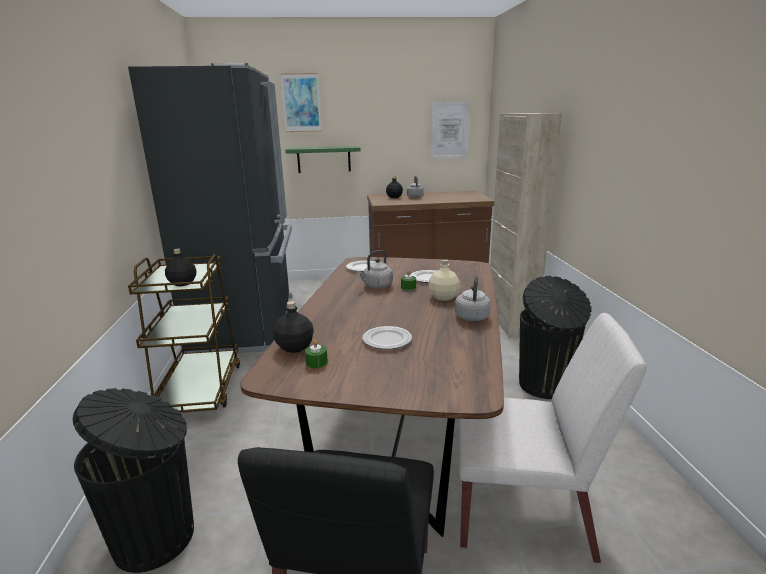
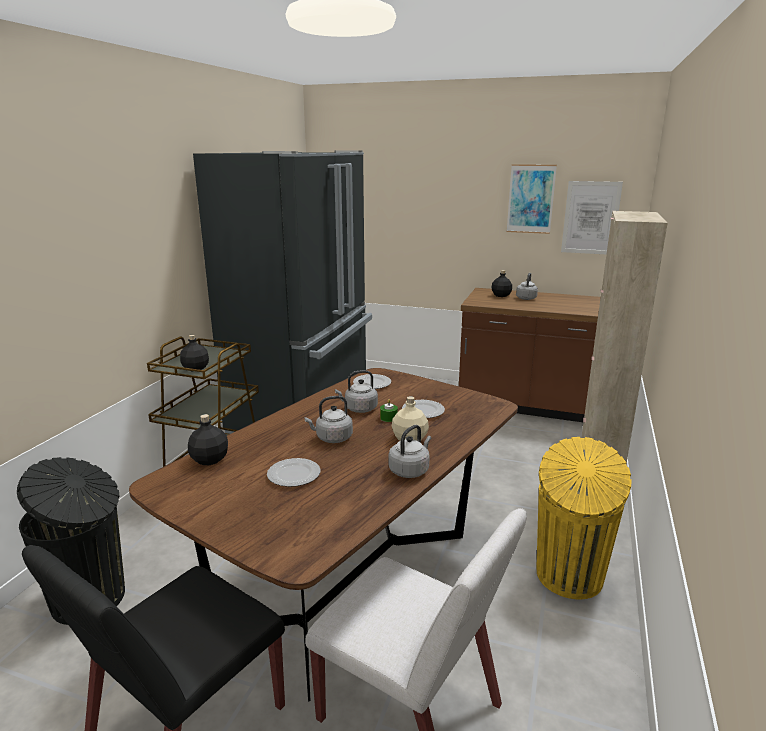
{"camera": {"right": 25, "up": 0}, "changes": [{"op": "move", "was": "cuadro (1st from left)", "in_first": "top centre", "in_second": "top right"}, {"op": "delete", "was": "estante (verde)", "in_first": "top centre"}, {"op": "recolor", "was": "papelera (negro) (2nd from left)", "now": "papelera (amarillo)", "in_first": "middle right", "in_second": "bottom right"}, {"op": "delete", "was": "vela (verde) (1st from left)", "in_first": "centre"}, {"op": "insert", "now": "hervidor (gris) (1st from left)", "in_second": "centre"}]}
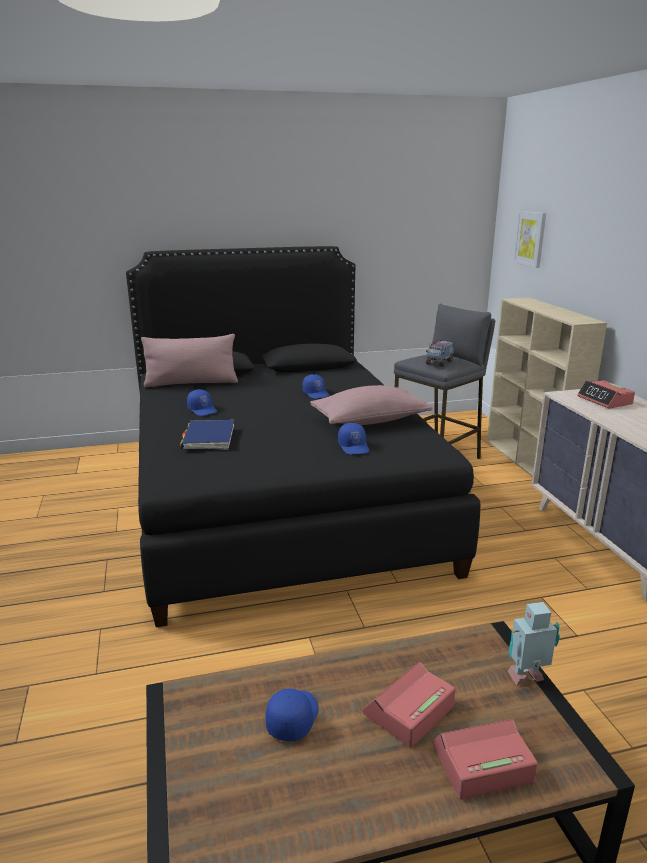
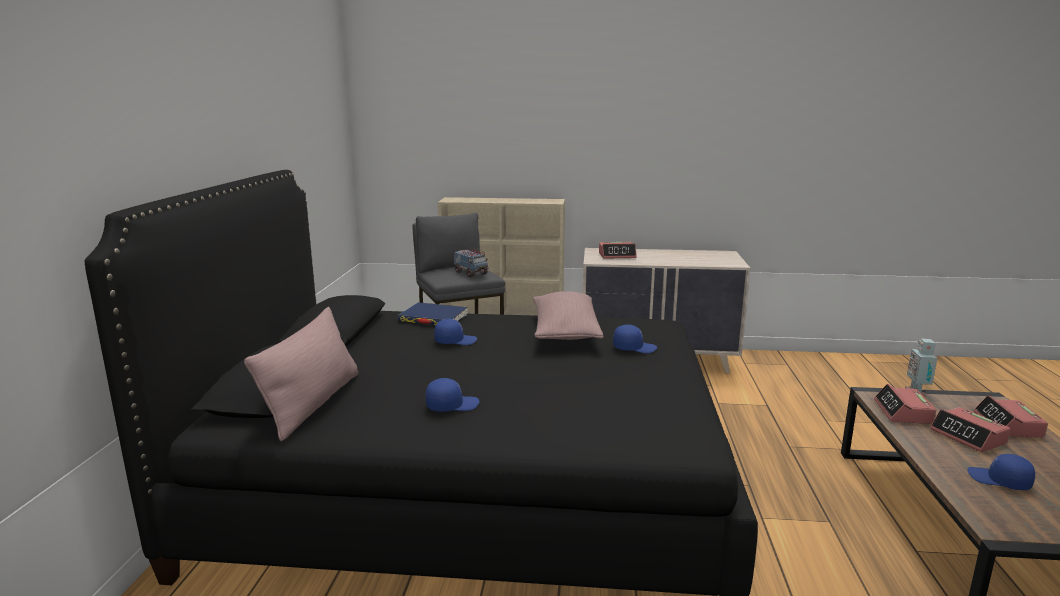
{"camera": {"right": -70, "up": -5}, "changes": [{"op": "delete", "was": "cuadro", "in_first": "top right"}, {"op": "move", "was": "libro (azul)", "in_first": "middle left", "in_second": "centre"}, {"op": "insert", "now": "despertador (2nd from left)", "in_second": "bottom right"}]}
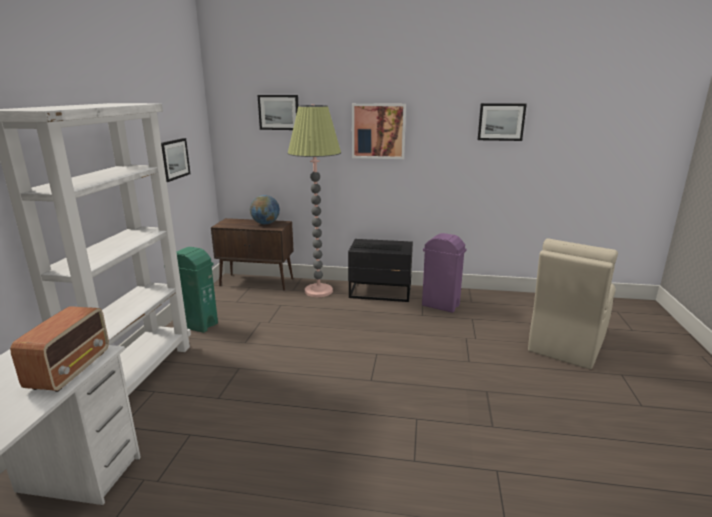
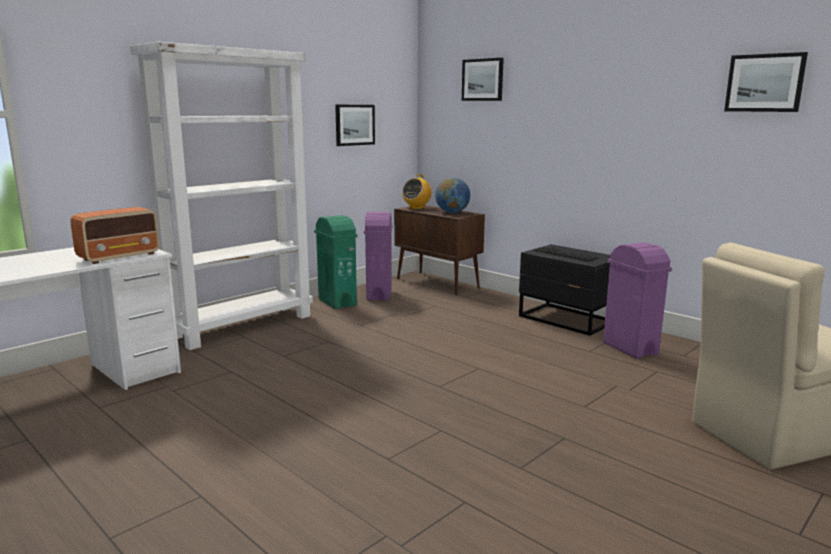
{"camera": {"right": 35, "up": -5}, "changes": [{"op": "delete", "was": "cuadro (3rd from left)", "in_first": "top centre"}, {"op": "delete", "was": "lámpara de pie", "in_first": "centre"}, {"op": "insert", "now": "radio (2nd from left)", "in_second": "centre"}, {"op": "insert", "now": "papelera (morado) (1st from left)", "in_second": "centre"}]}
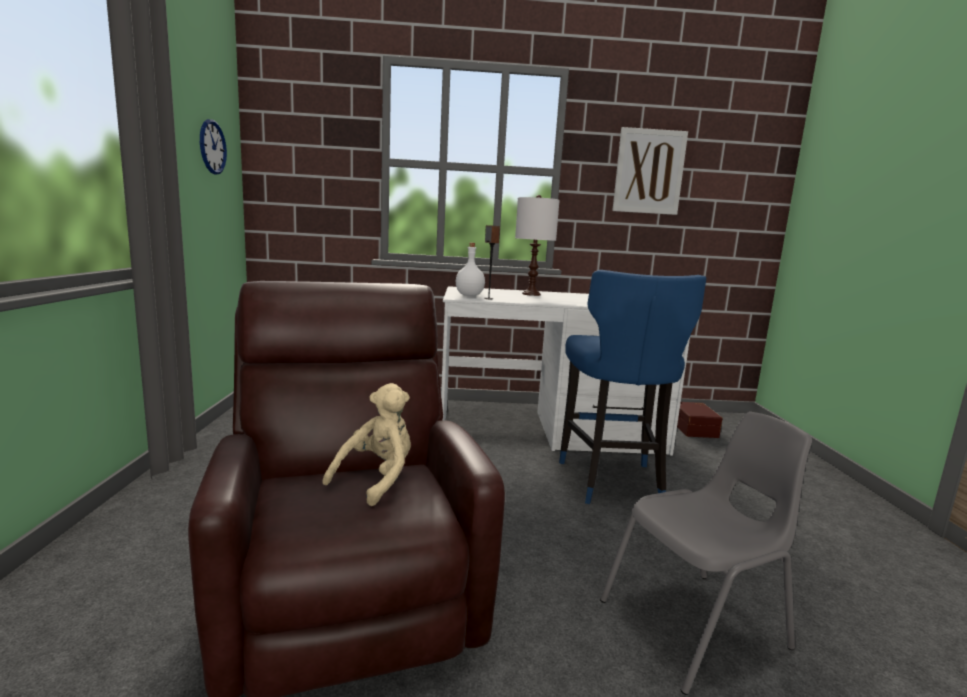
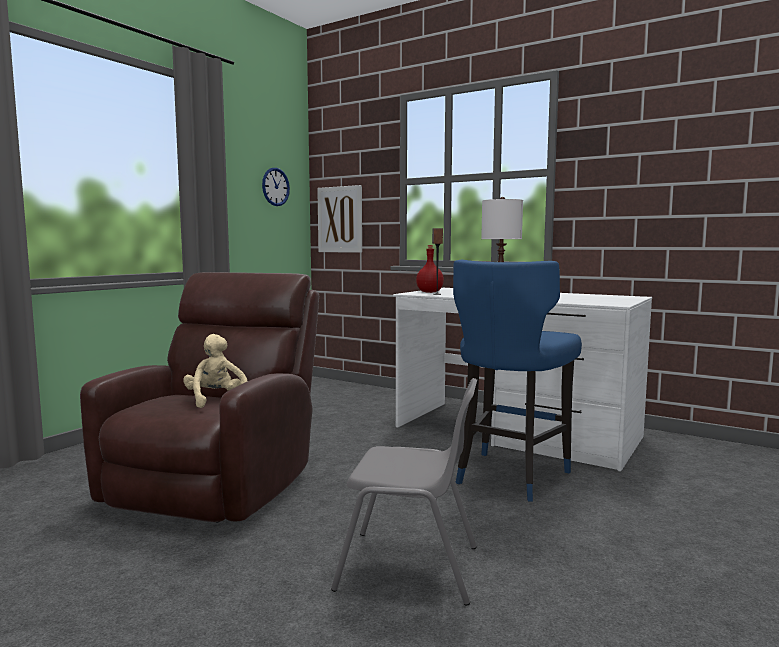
{"camera": {"right": 35, "up": -5}, "changes": [{"op": "move", "was": "cuadro", "in_first": "top right", "in_second": "centre"}, {"op": "recolor", "was": "botella (blanco)", "now": "botella (rojo)", "in_first": "centre", "in_second": "centre"}, {"op": "rotate", "was": "peluche (beis)", "in_first": "centre", "in_second": "middle left", "clockwise": -90}, {"op": "delete", "was": "caja de almacenaje (marrón)", "in_first": "middle right"}]}
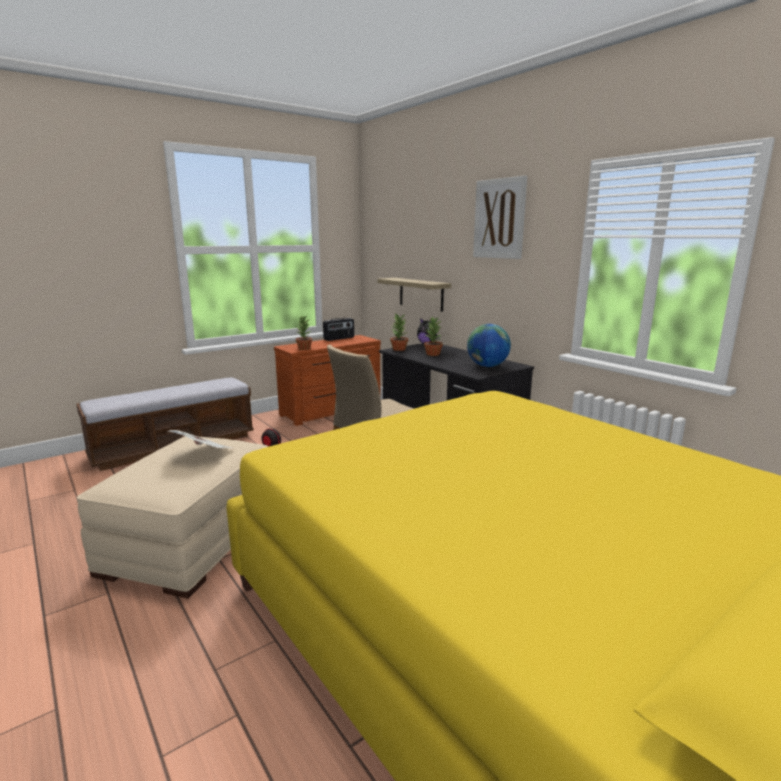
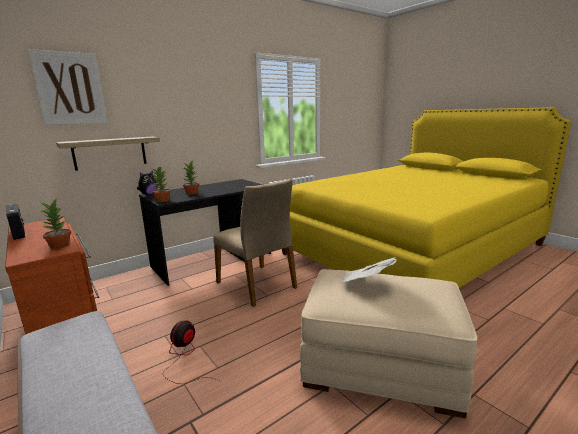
{"camera": {"right": -90, "up": 0}, "changes": [{"op": "move", "was": "cuadro", "in_first": "top centre", "in_second": "top left"}, {"op": "delete", "was": "globo terráqueo", "in_first": "centre"}]}
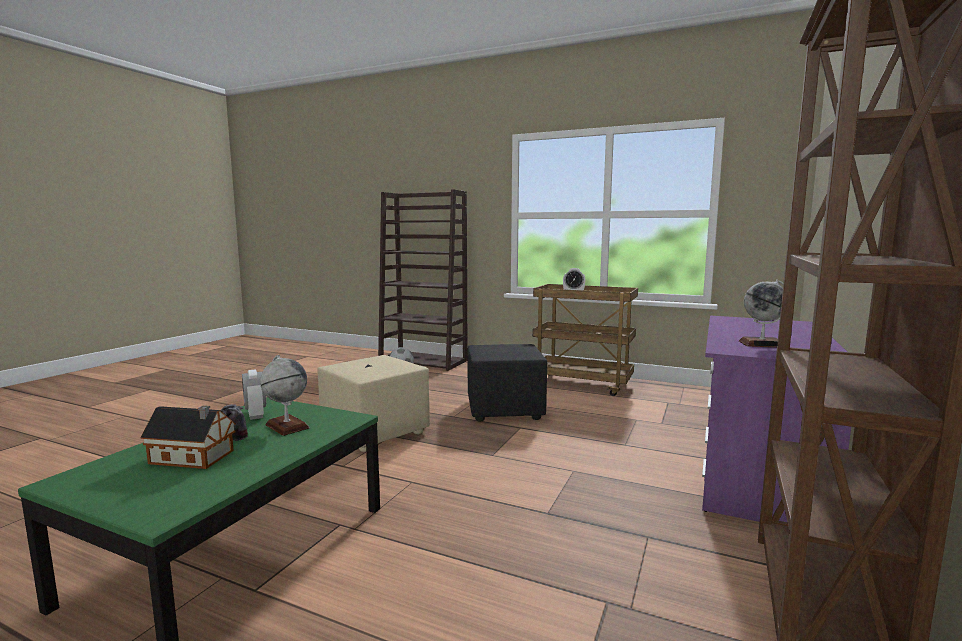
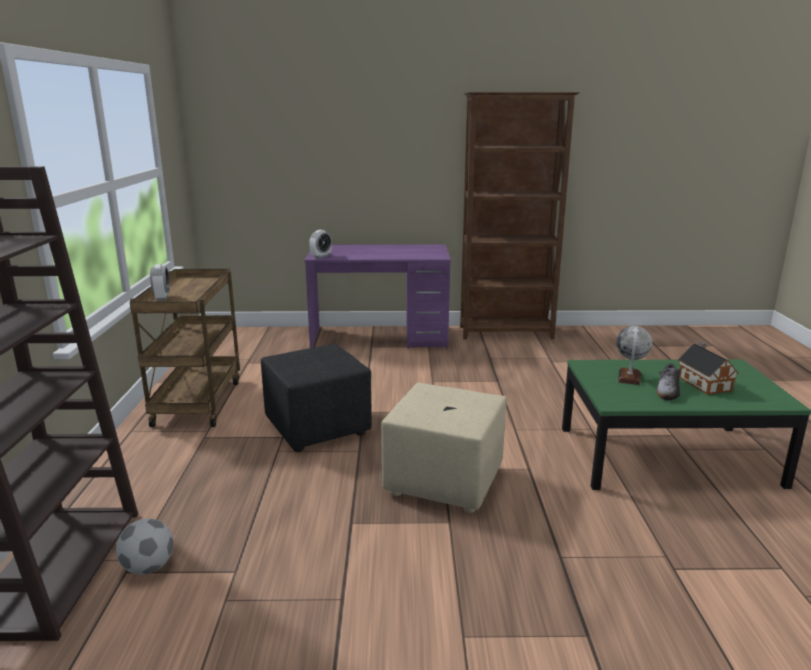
{"camera": {"right": -115, "up": 10}, "changes": [{"op": "delete", "was": "globo terráqueo (2nd from left)", "in_first": "middle right"}, {"op": "move", "was": "despertador (1st from left in the first image)", "now": "despertador (2nd from left)", "in_first": "middle left", "in_second": "centre"}]}
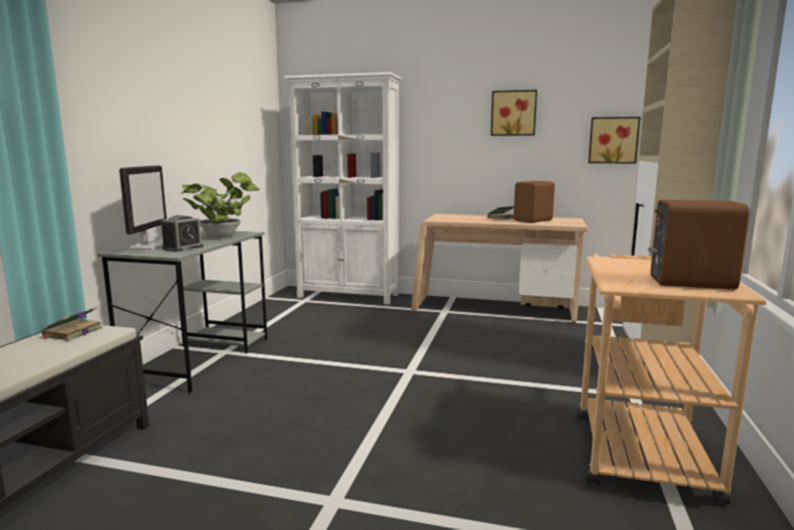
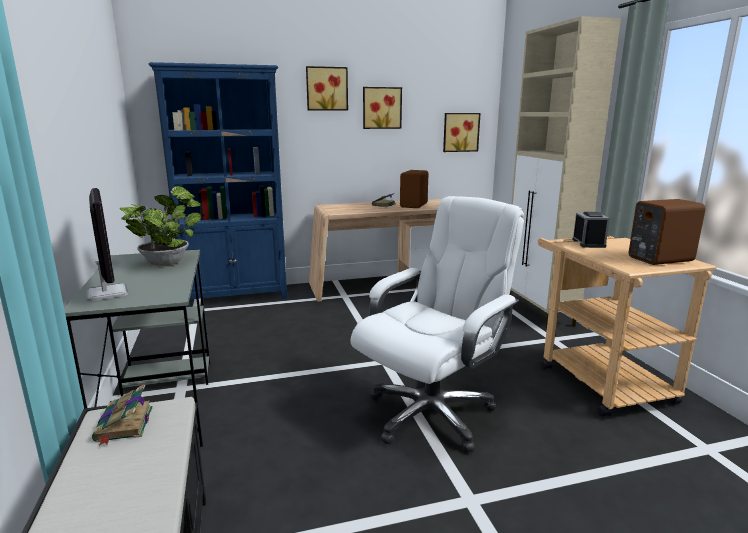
{"camera": {"right": -30, "up": 5}, "changes": [{"op": "recolor", "was": "estantería (blanco)", "now": "estantería (azul)", "in_first": "centre", "in_second": "middle left"}, {"op": "move", "was": "despertador", "in_first": "middle left", "in_second": "middle right"}, {"op": "insert", "now": "cuadro (1st from left)", "in_second": "top centre"}, {"op": "insert", "now": "silla de oficina (blanco)", "in_second": "centre"}]}
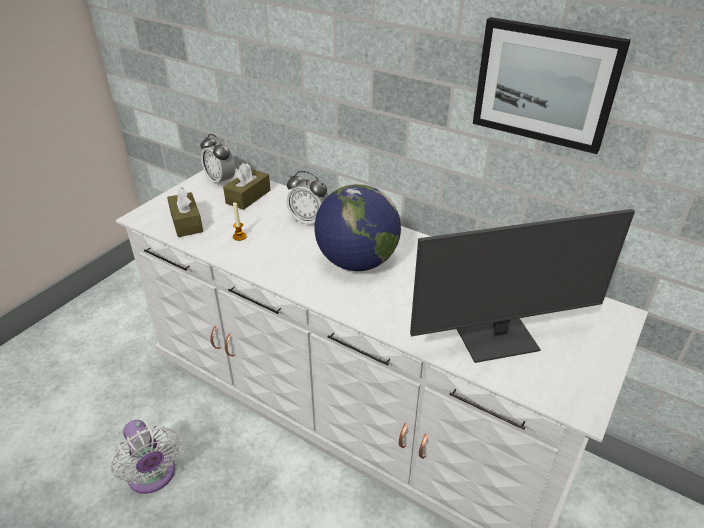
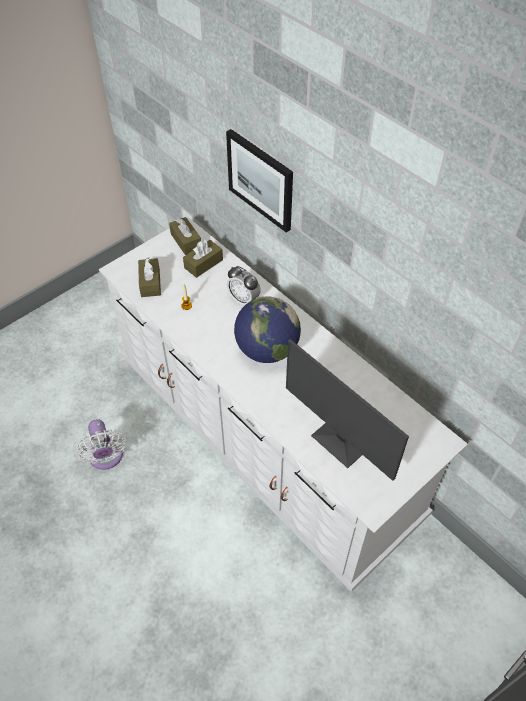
{"camera": {"right": 15, "up": 15}, "changes": [{"op": "move", "was": "cuadro", "in_first": "top right", "in_second": "top centre"}, {"op": "replace", "was": "despertador (1st from left)", "now": "caja de pañuelos (marrón) (2nd from left)", "in_first": "top left", "in_second": "centre"}, {"op": "rotate", "was": "monitor", "in_first": "middle right", "in_second": "centre", "clockwise": 45}]}
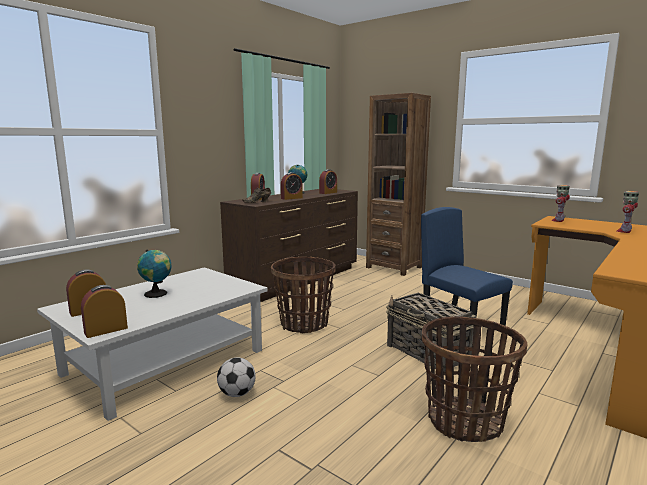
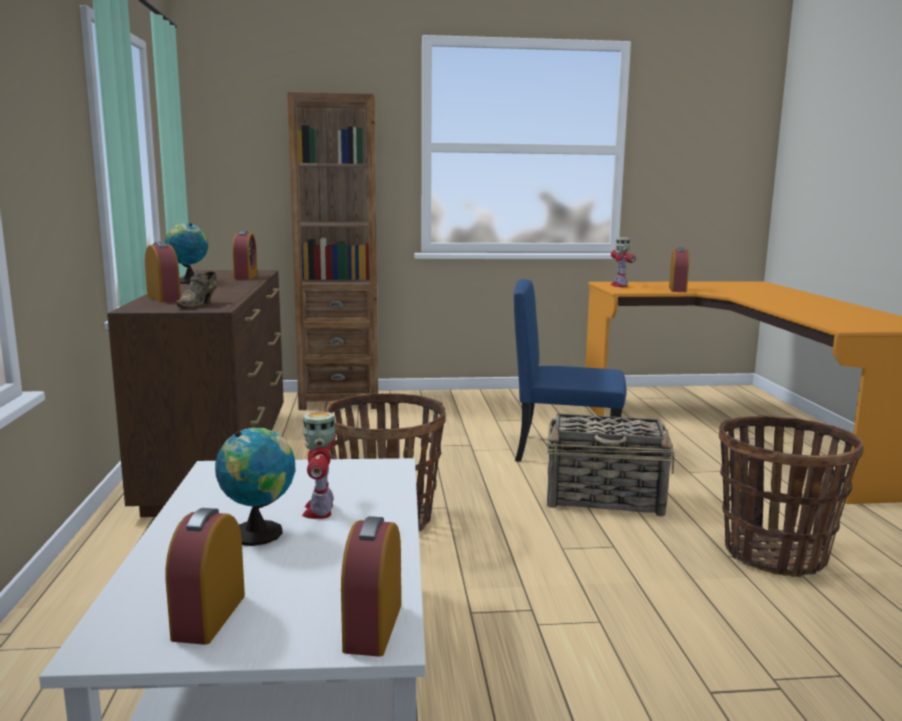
{"camera": {"right": -45, "up": 0}, "changes": [{"op": "move", "was": "despertador (4th from left in the first image)", "now": "despertador (5th from left)", "in_first": "centre", "in_second": "middle right"}, {"op": "move", "was": "robot de juguete (2nd from left in the first image)", "now": "robot de juguete (1st from left)", "in_first": "middle right", "in_second": "centre"}, {"op": "delete", "was": "balón de fútbol", "in_first": "bottom centre"}]}
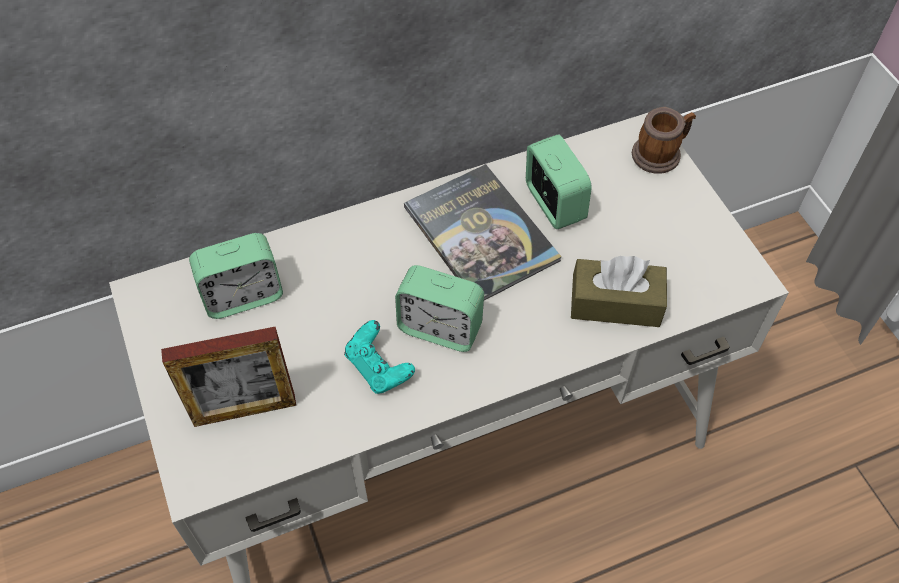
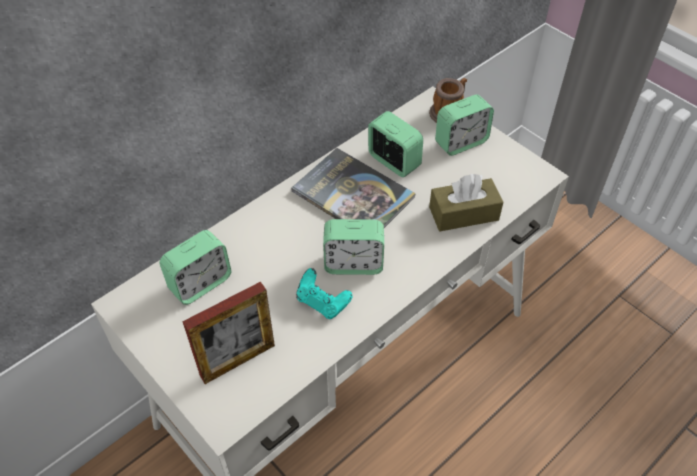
{"camera": {"right": -20, "up": -5}, "changes": [{"op": "insert", "now": "despertador (4th from left)", "in_second": "top centre"}]}
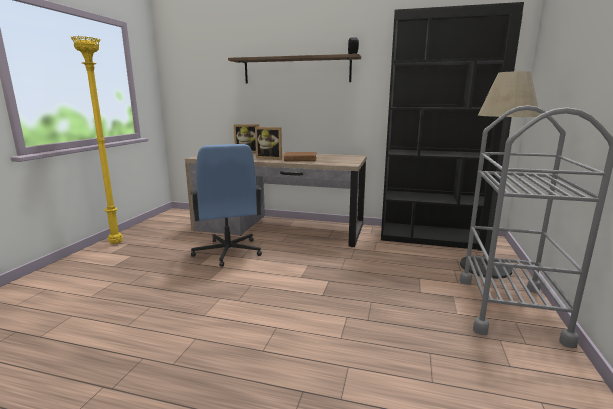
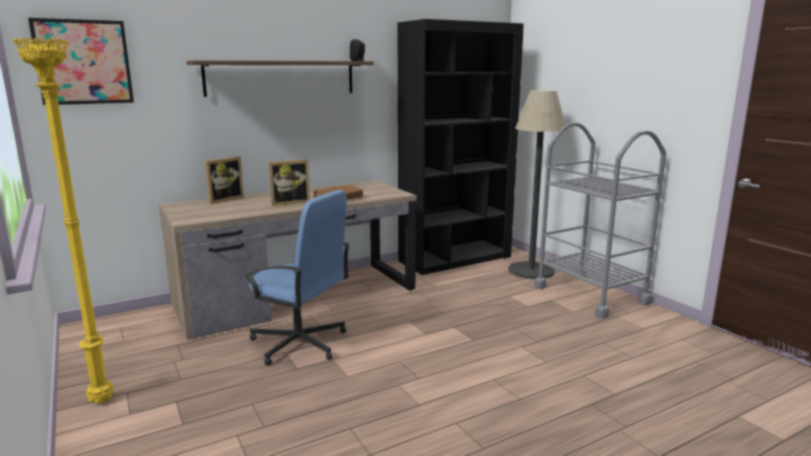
{"camera": {"right": -45, "up": 0}, "changes": [{"op": "insert", "now": "cuadro", "in_second": "top left"}]}
